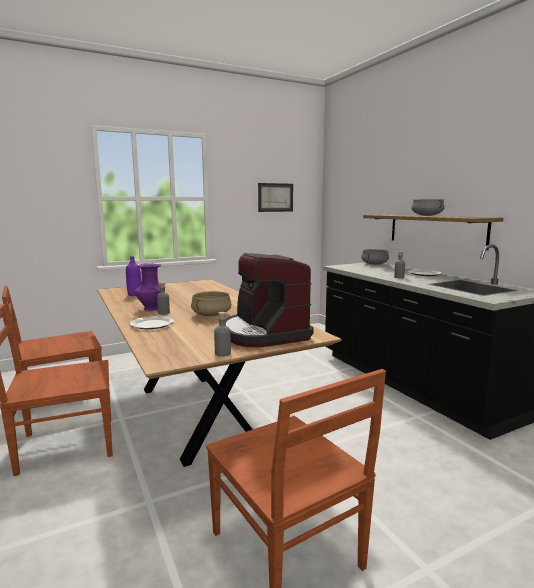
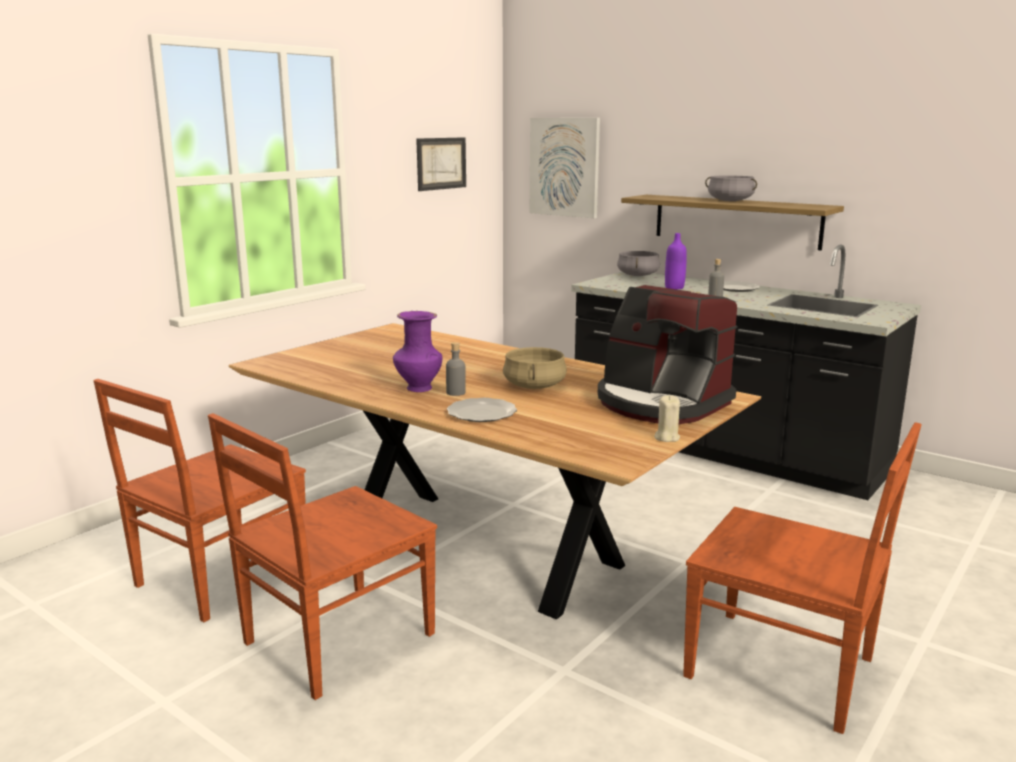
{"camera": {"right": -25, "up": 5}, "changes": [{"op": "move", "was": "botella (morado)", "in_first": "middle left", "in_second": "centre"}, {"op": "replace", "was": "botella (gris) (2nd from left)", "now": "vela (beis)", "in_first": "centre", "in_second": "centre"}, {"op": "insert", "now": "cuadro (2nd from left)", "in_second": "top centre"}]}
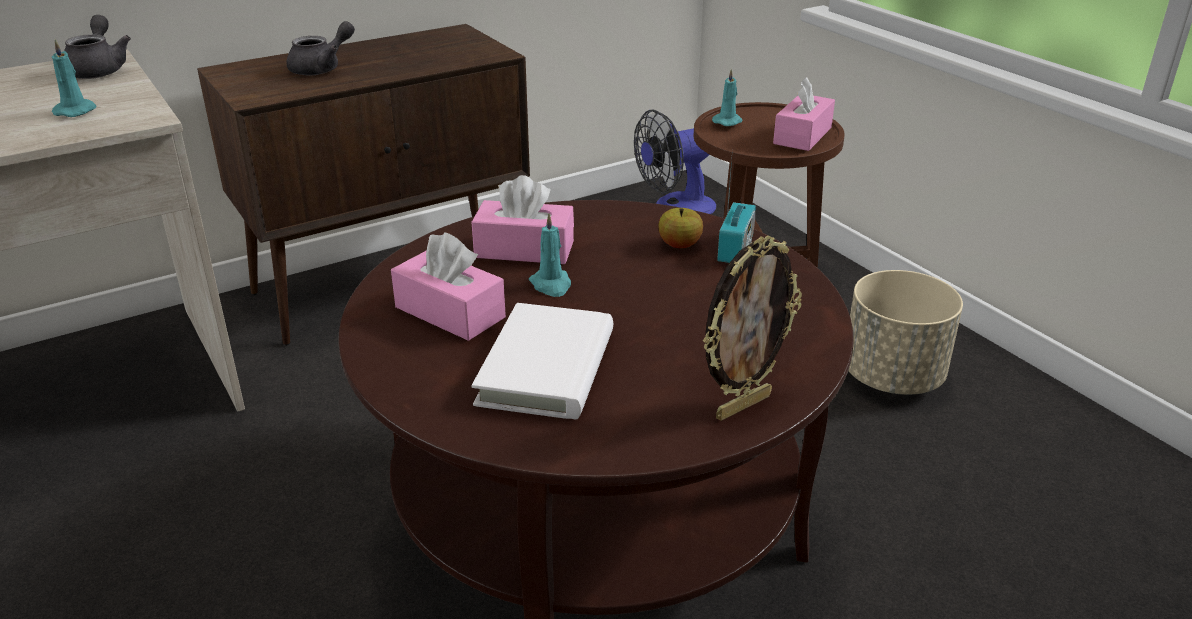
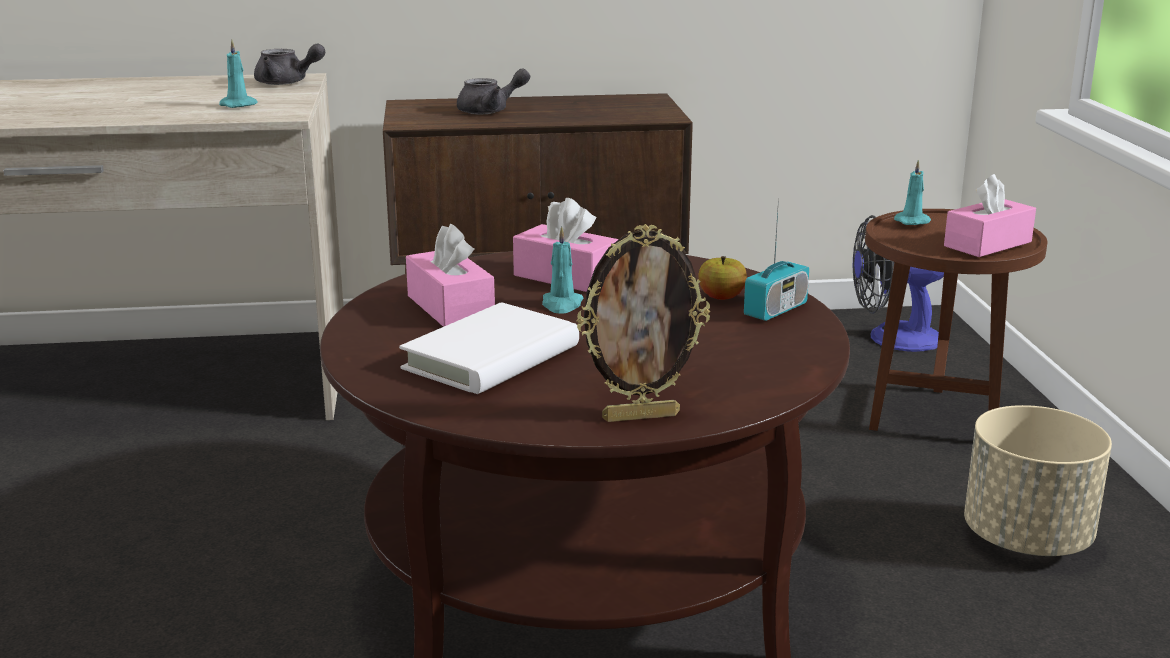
{"camera": {"right": 25, "up": -10}, "changes": [{"op": "rotate", "was": "tetera (gris) (1st from left)", "in_first": "top left", "in_second": "top left", "clockwise": 90}]}
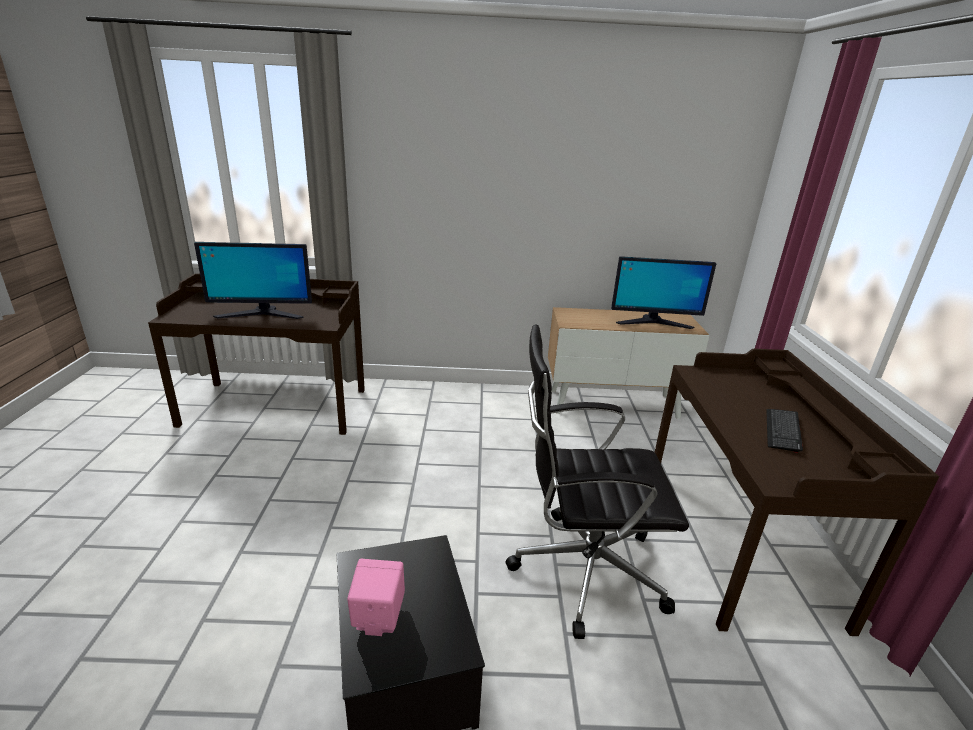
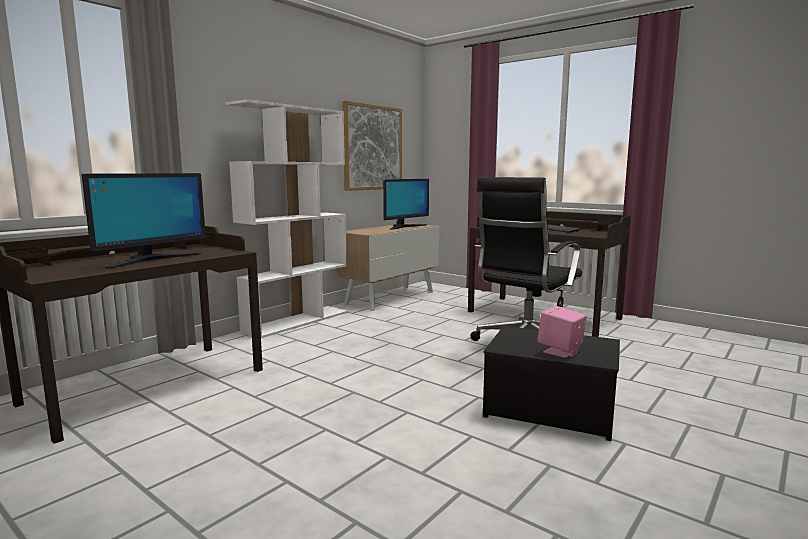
{"camera": {"right": -50, "up": -15}, "changes": [{"op": "insert", "now": "estantería (blanco)", "in_second": "centre"}, {"op": "insert", "now": "cuadro", "in_second": "top centre"}]}
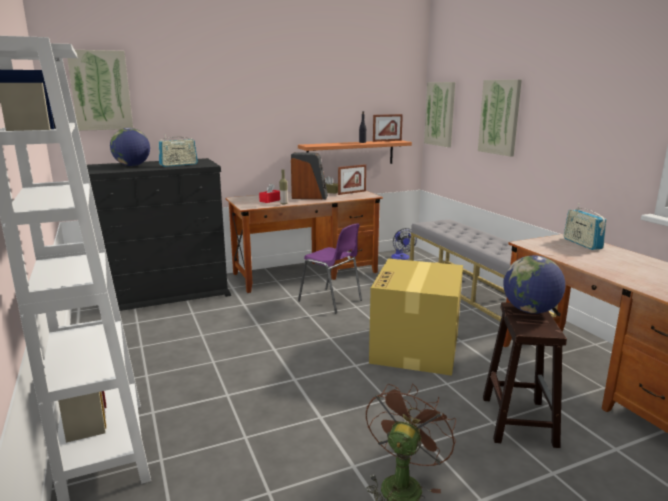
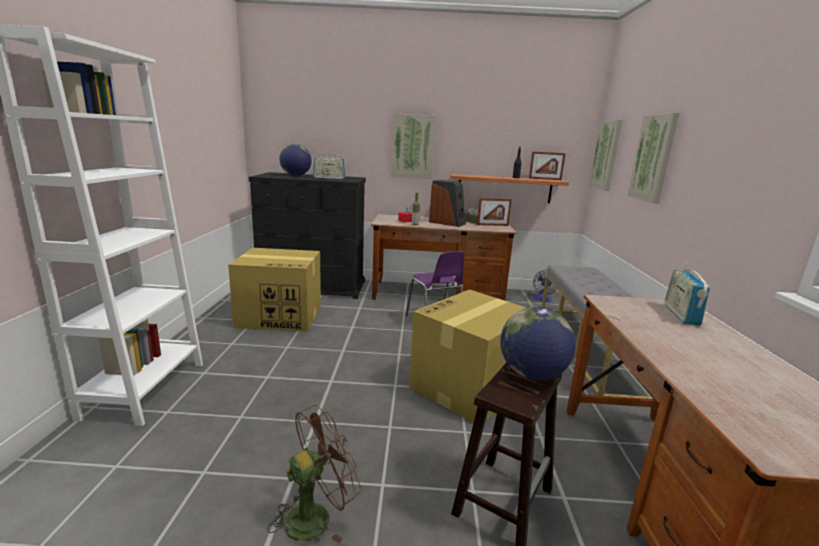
{"camera": {"right": 25, "up": 0}, "changes": [{"op": "move", "was": "cuadro (1st from left)", "in_first": "top left", "in_second": "top centre"}, {"op": "insert", "now": "caja de cartón (1st from left)", "in_second": "centre"}]}
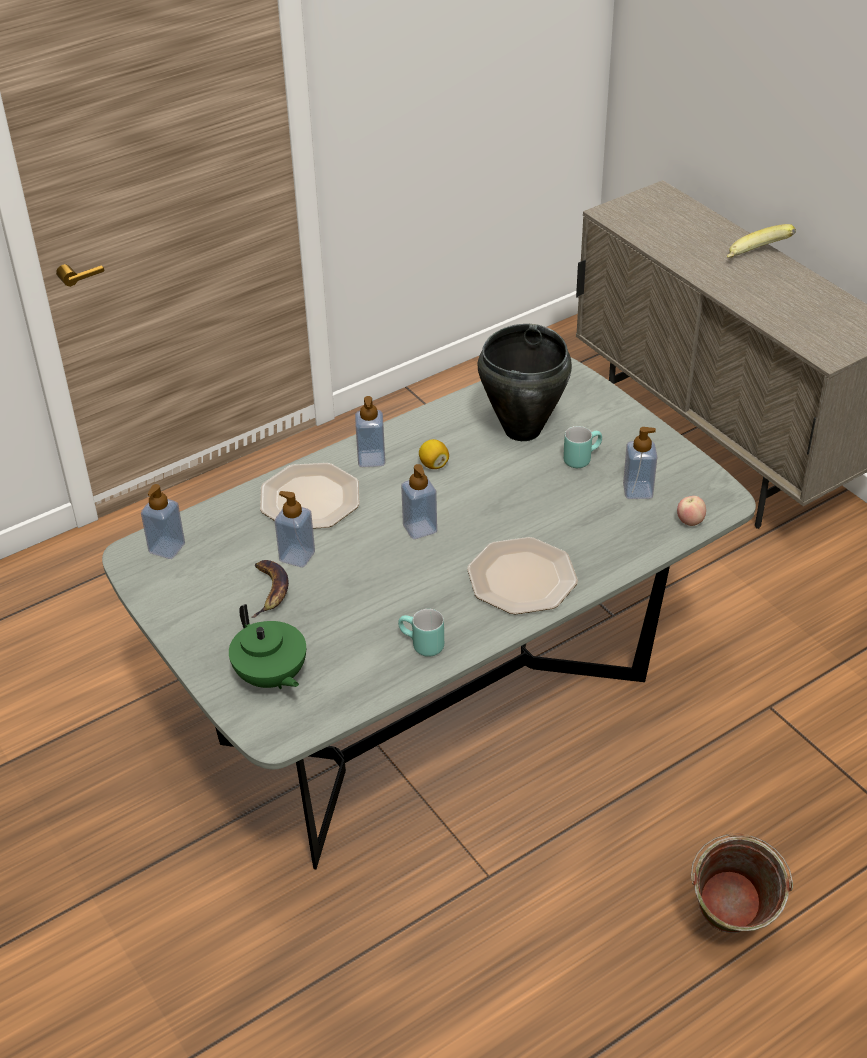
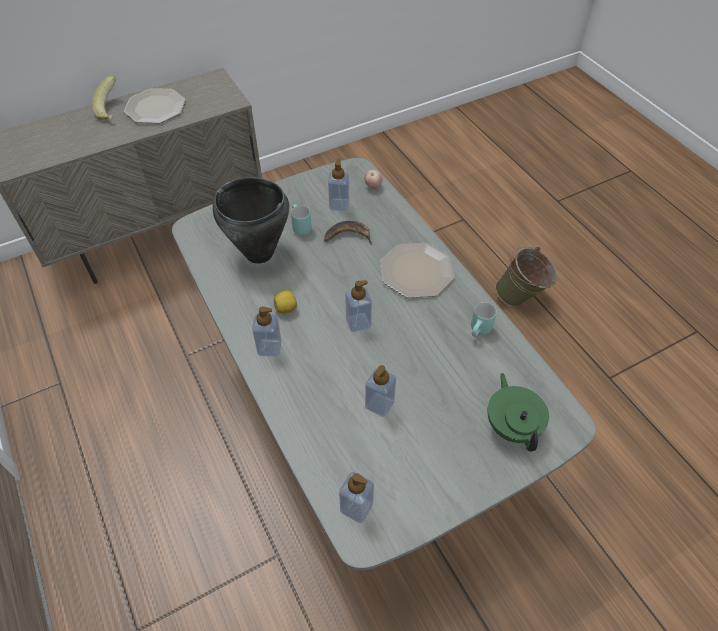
{"camera": {"right": -85, "up": 10}, "changes": [{"op": "move", "was": "plato (1st from left)", "in_first": "centre", "in_second": "top left"}, {"op": "move", "was": "plátano (1st from left in the first image)", "now": "plátano (2nd from left)", "in_first": "middle left", "in_second": "centre"}, {"op": "rotate", "was": "tetera (verde)", "in_first": "middle left", "in_second": "middle right", "clockwise": -75}]}
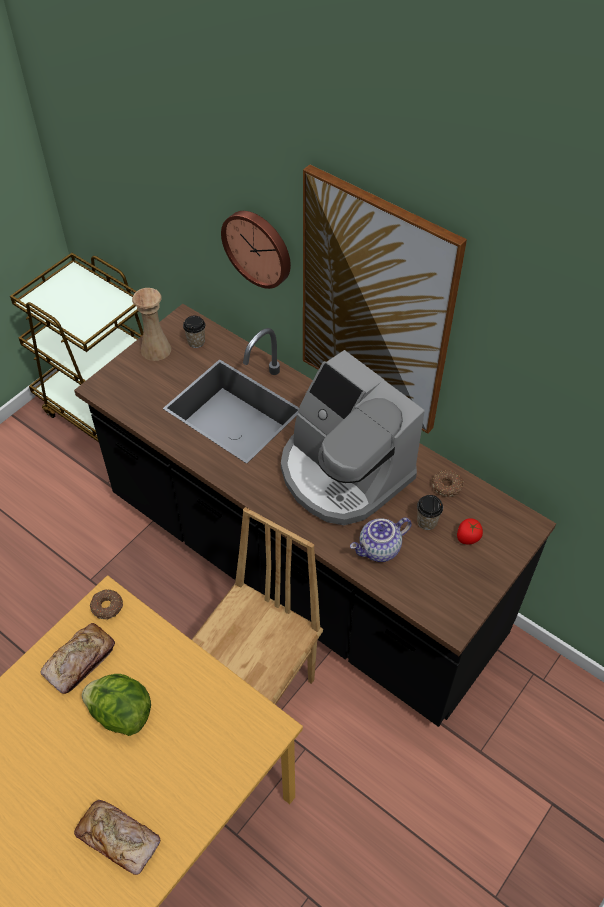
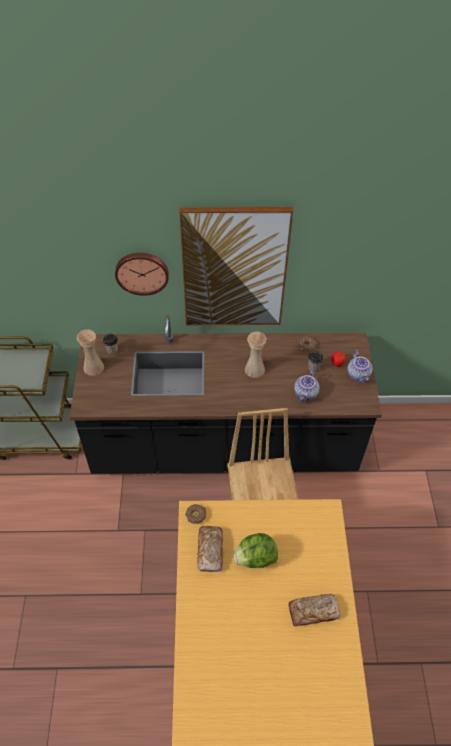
{"camera": {"right": -40, "up": 0}, "changes": [{"op": "replace", "was": "cafetera", "now": "florero (beis) (2nd from left)", "in_first": "centre", "in_second": "centre"}, {"op": "insert", "now": "tetera (2nd from left)", "in_second": "middle right"}]}
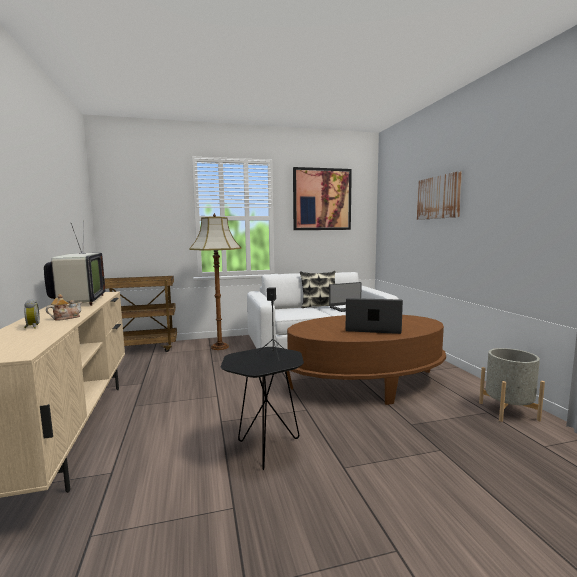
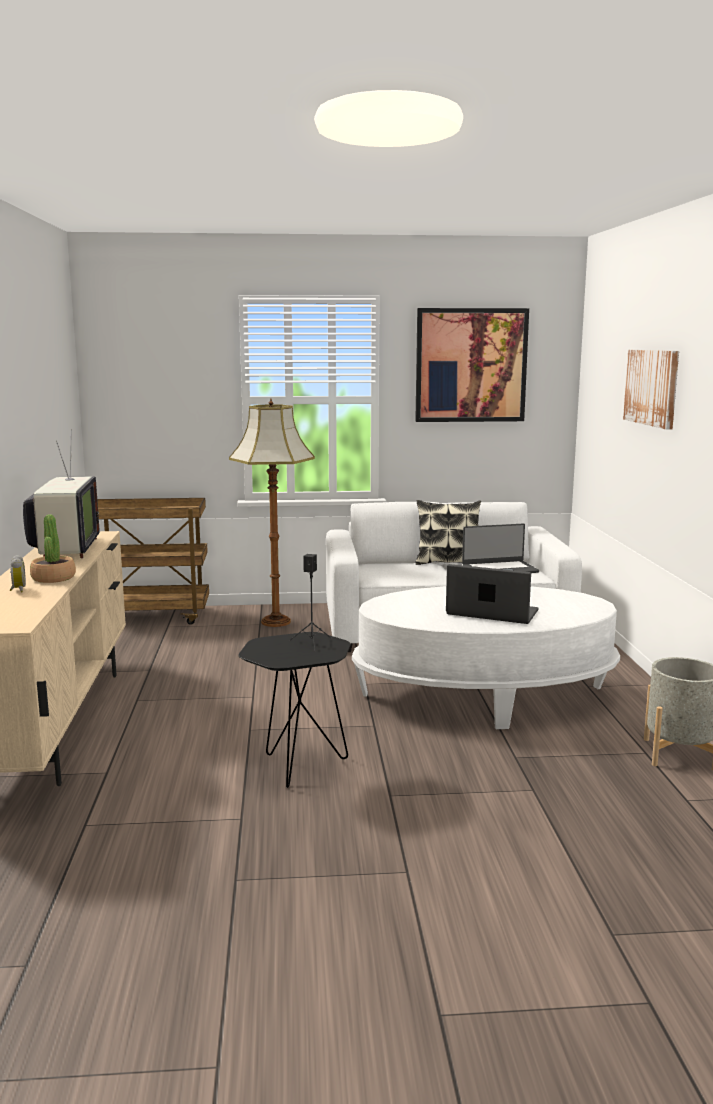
{"camera": {"right": 10, "up": 5}, "changes": [{"op": "replace", "was": "tetera", "now": "planta en maceta", "in_first": "middle left", "in_second": "middle left"}, {"op": "recolor", "was": "mesa de centro (marrón)", "now": "mesa de centro (blanco)", "in_first": "centre", "in_second": "middle right"}]}
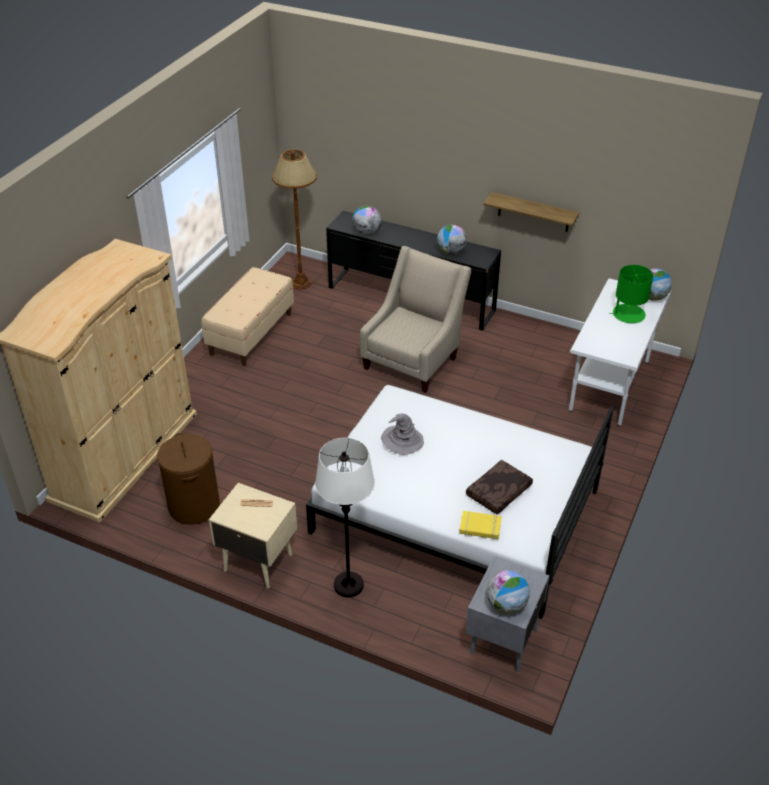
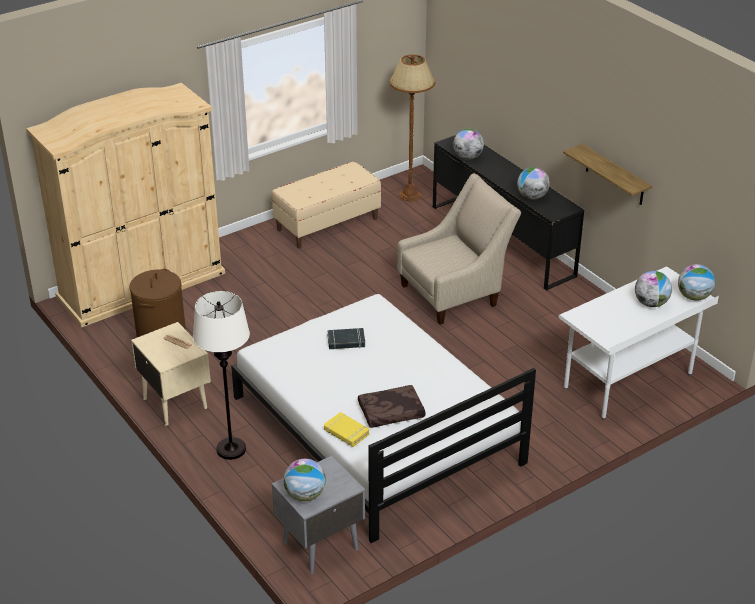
{"camera": {"right": 30, "up": -5}, "changes": [{"op": "replace", "was": "lámpara de mesa (verde)", "now": "globo terráqueo (4th from left)", "in_first": "middle right", "in_second": "middle right"}, {"op": "replace", "was": "sombrero (gris)", "now": "libro (negro)", "in_first": "centre", "in_second": "centre"}]}
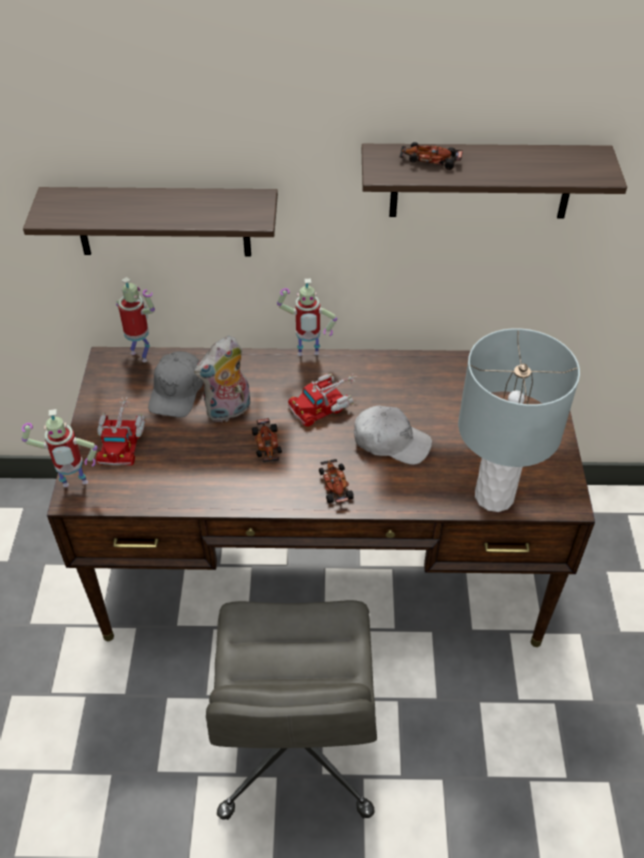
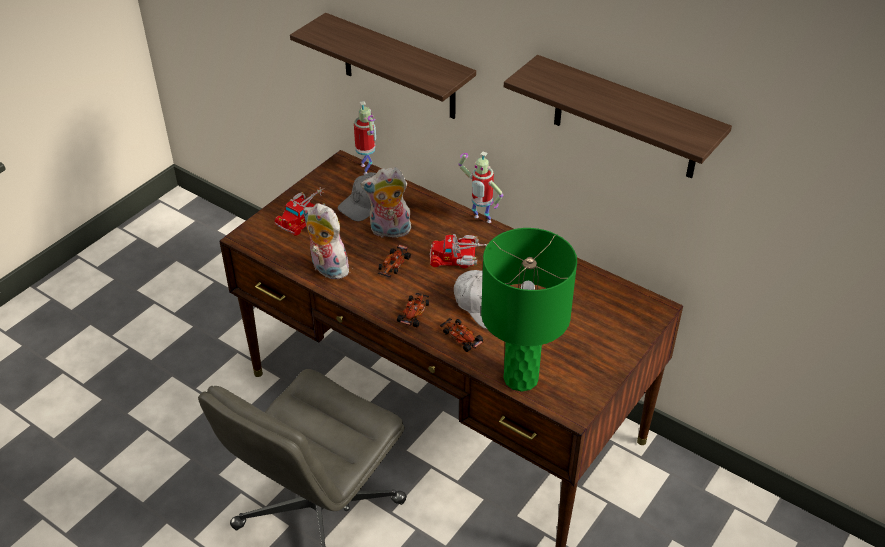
{"camera": {"right": 35, "up": -5}, "changes": [{"op": "move", "was": "coche de juguete (3rd from left)", "in_first": "top right", "in_second": "centre"}, {"op": "recolor", "was": "lámpara de mesa (gris)", "now": "lámpara de mesa (verde)", "in_first": "middle right", "in_second": "centre"}, {"op": "delete", "was": "robot de juguete (1st from left)", "in_first": "middle left"}, {"op": "insert", "now": "peluche (1st from left)", "in_second": "centre"}]}
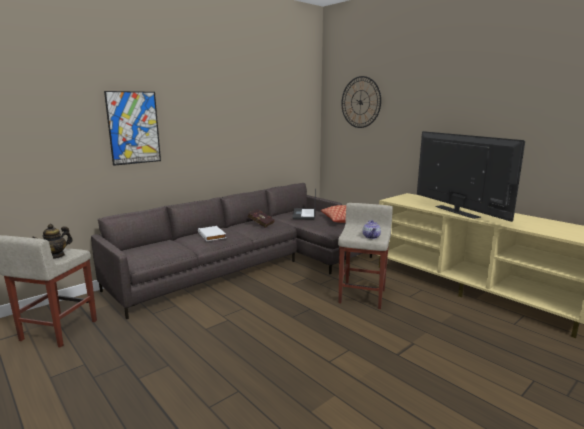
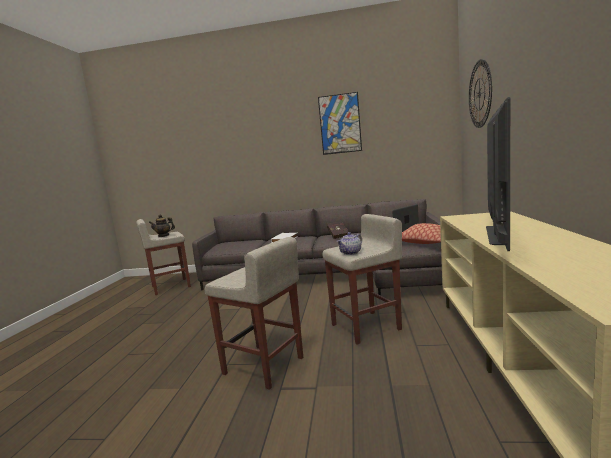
{"camera": {"right": 50, "up": -5}, "changes": [{"op": "move", "was": "cuadro", "in_first": "top left", "in_second": "top centre"}, {"op": "insert", "now": "taburete (beis) (2nd from left)", "in_second": "bottom centre"}]}
